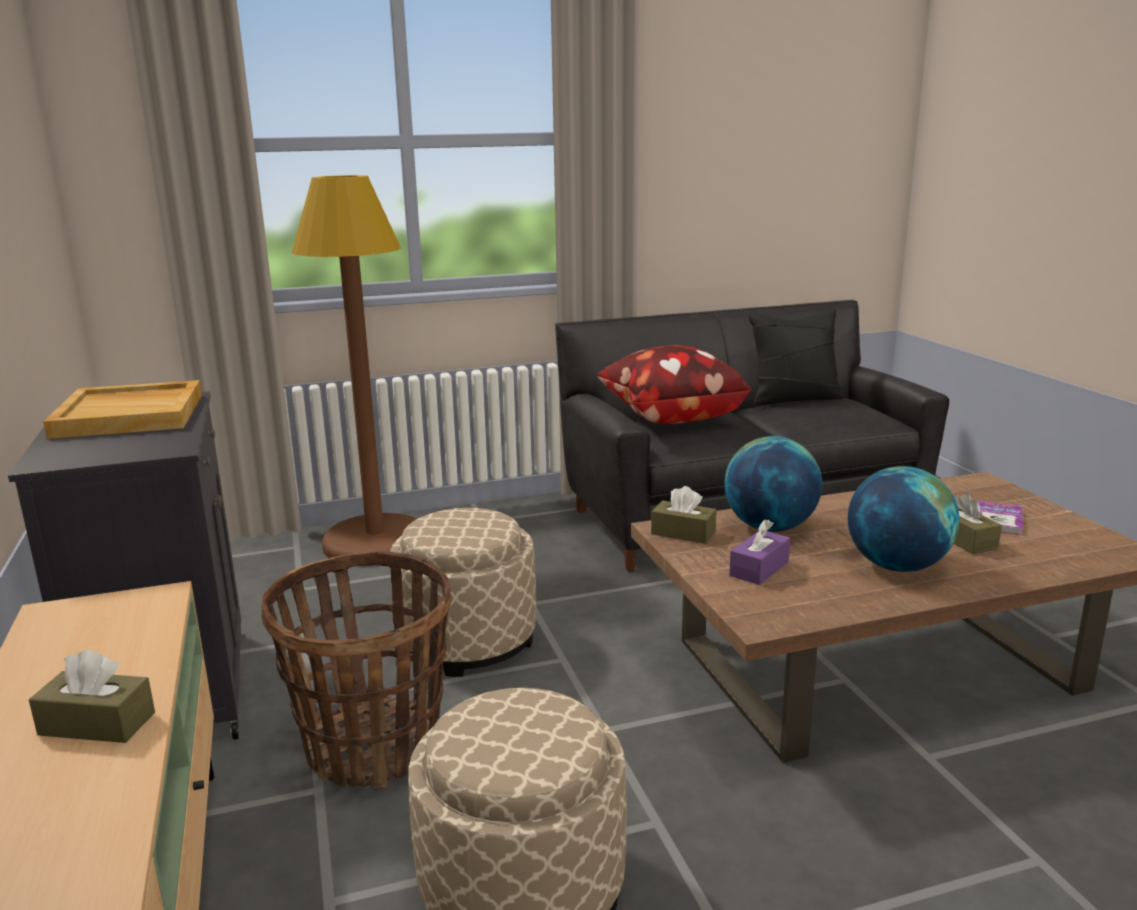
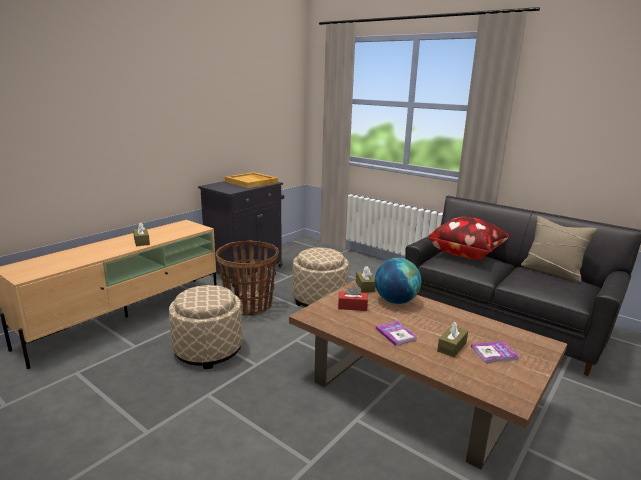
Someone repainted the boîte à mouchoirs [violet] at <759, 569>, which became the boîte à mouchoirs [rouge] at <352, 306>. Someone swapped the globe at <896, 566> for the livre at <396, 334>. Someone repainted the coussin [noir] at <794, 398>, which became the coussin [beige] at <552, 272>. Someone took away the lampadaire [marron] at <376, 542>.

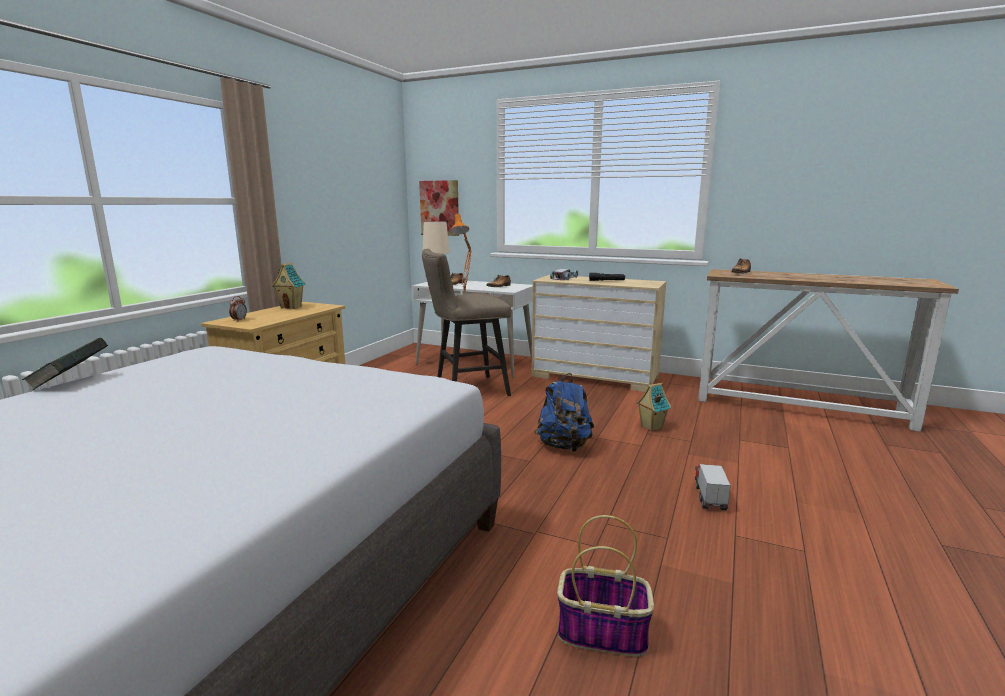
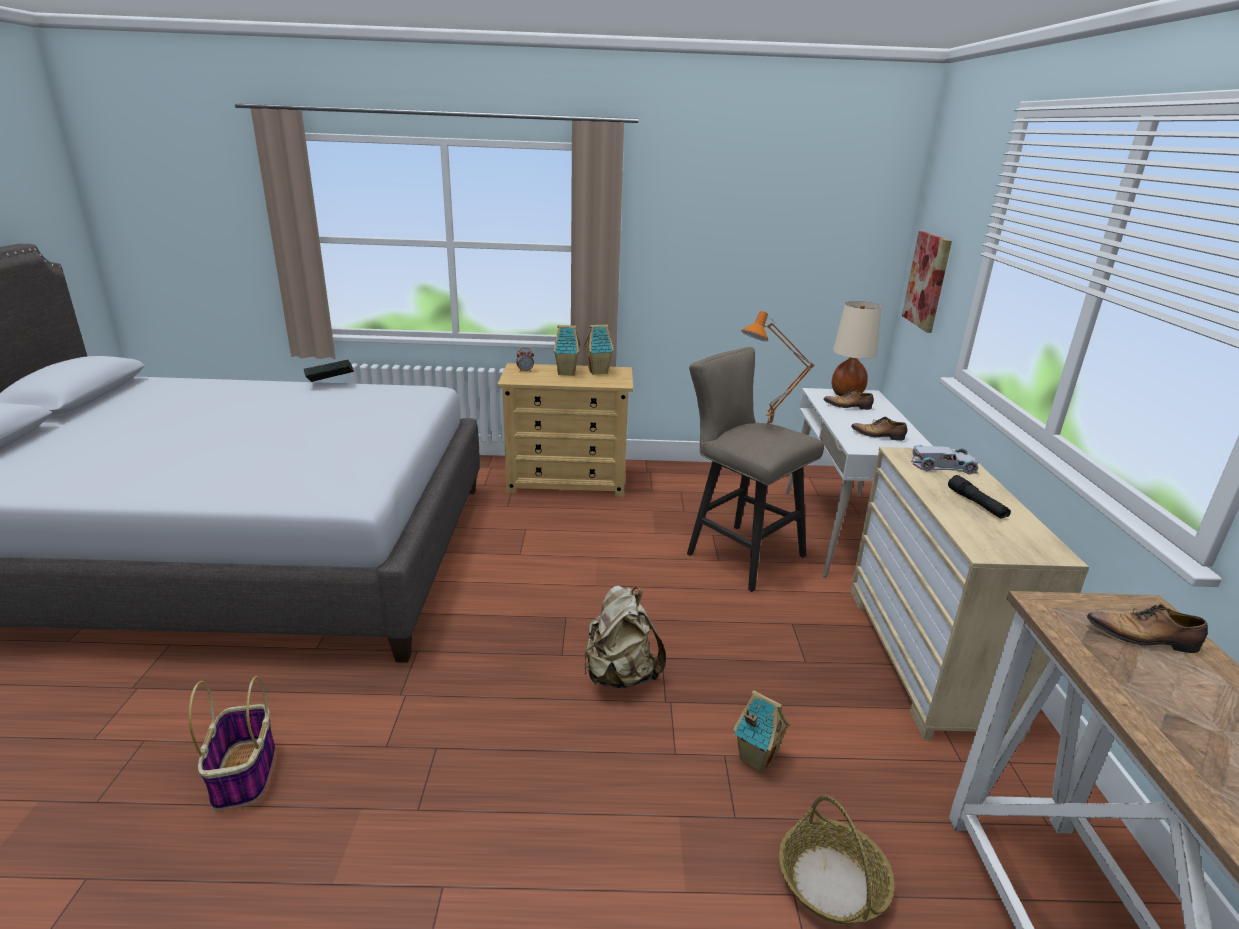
Someone put down the maison miniature at <567, 373>. Someone repainted the sac à dos [bleu] at <564, 446>, which became the sac à dos [beige] at <620, 675>. Someone put down the panier at <832, 882>. Someone took away the camion jouet at <709, 497>.

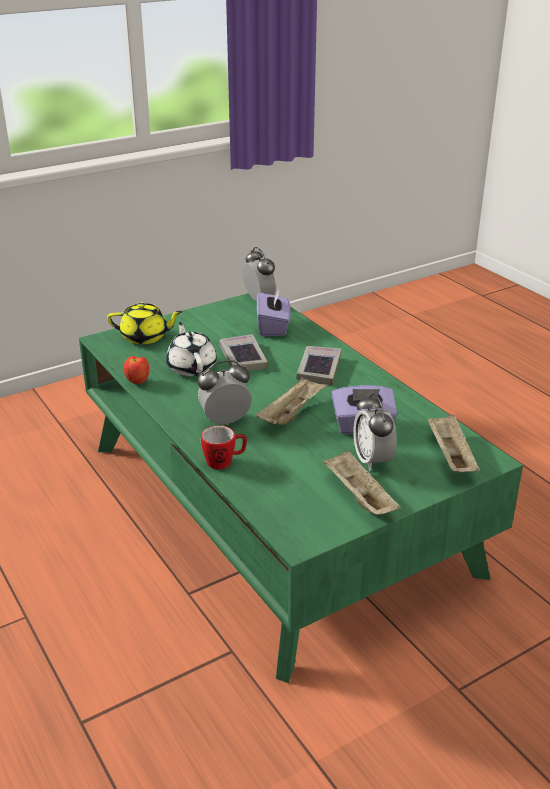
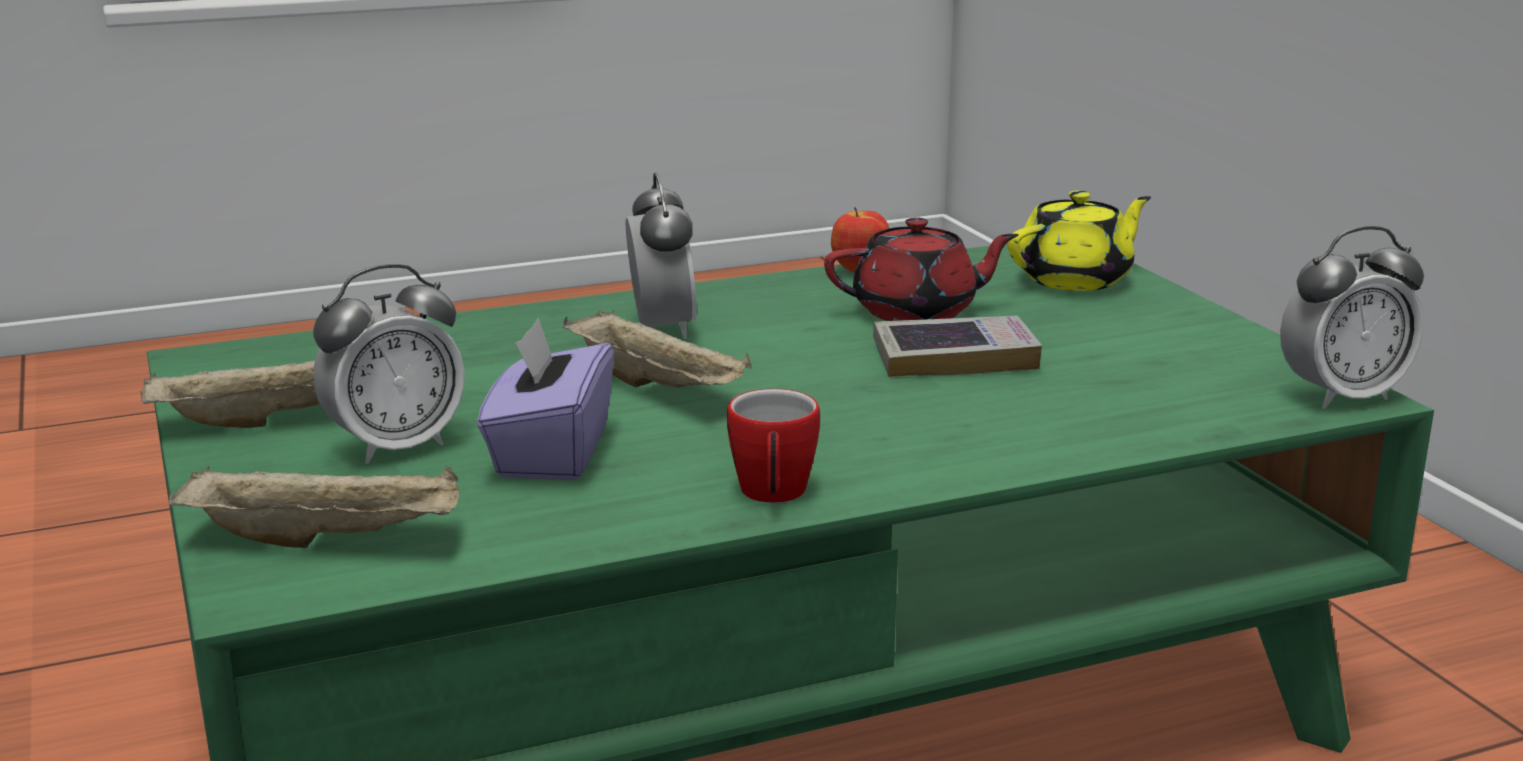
Someone rotated the réveil at <372, 460> by 150 degrees clockwise. Someone carried the mug from <224, 462> to <773, 496>. Someone repainted the théière [blanc] at <191, 367>, which became the théière [rouge] at <917, 311>. Someone rotated the théière [jaune] at <145, 337> by 135 degrees counterclockwise. Someone took away the boîte à mouchoirs [violet] at <273, 327>. Someone took away the livre at <318, 369>.

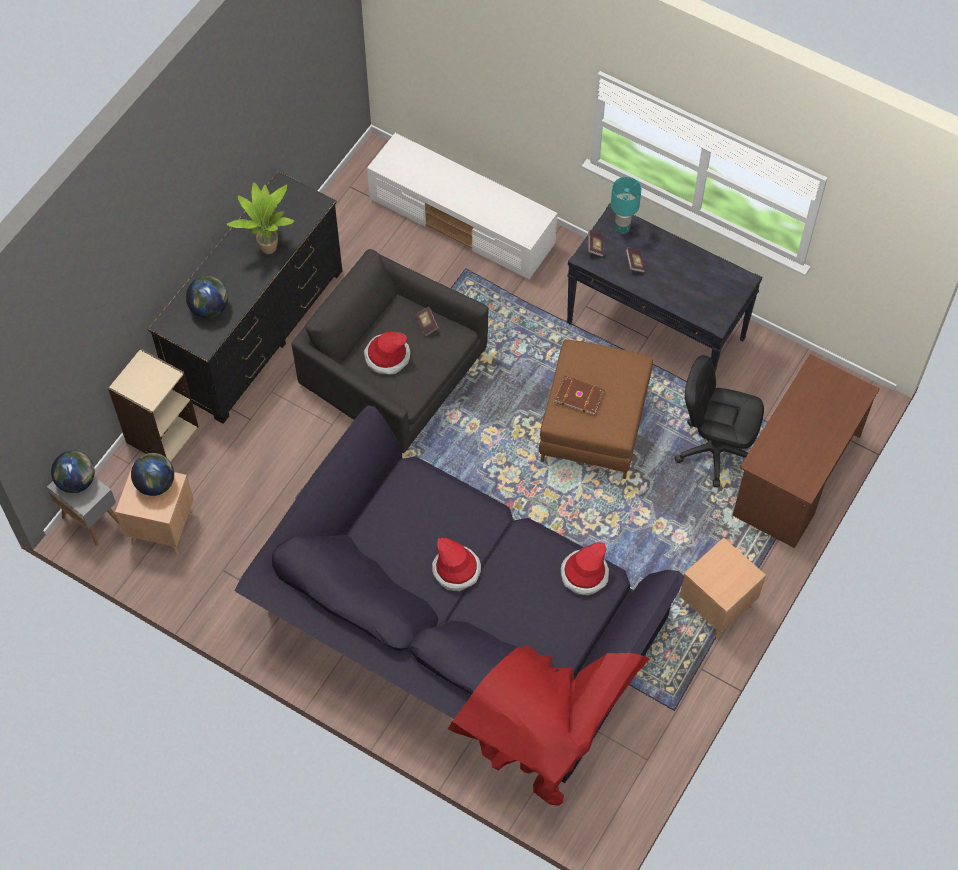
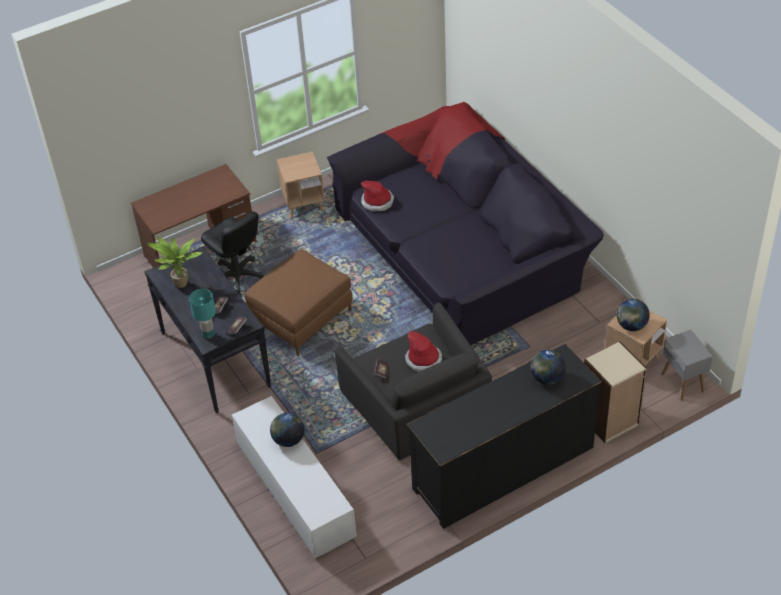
Someone carried the plante en pot from <268, 246> to <181, 286>. Someone carried the globe from <77, 481> to <288, 440>. Someone took away the chapeau at <456, 570>. Someone took away the livre [marron] at <579, 395>.

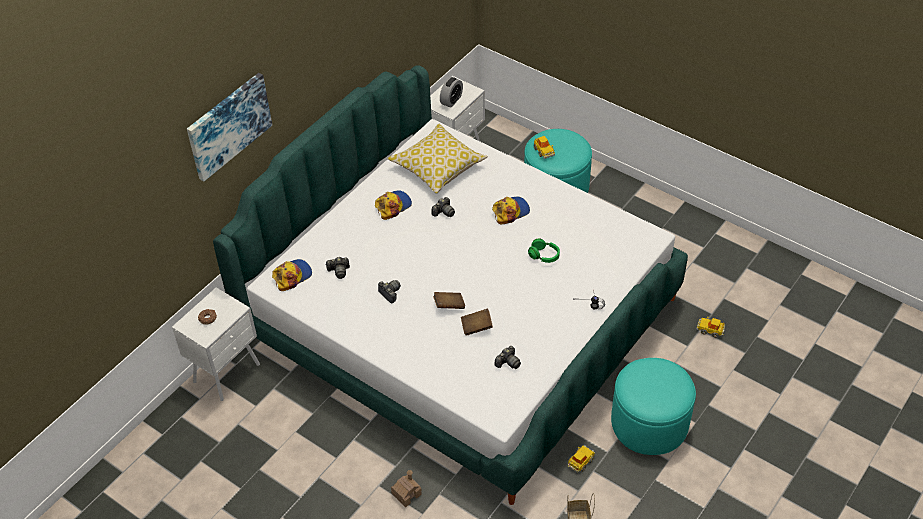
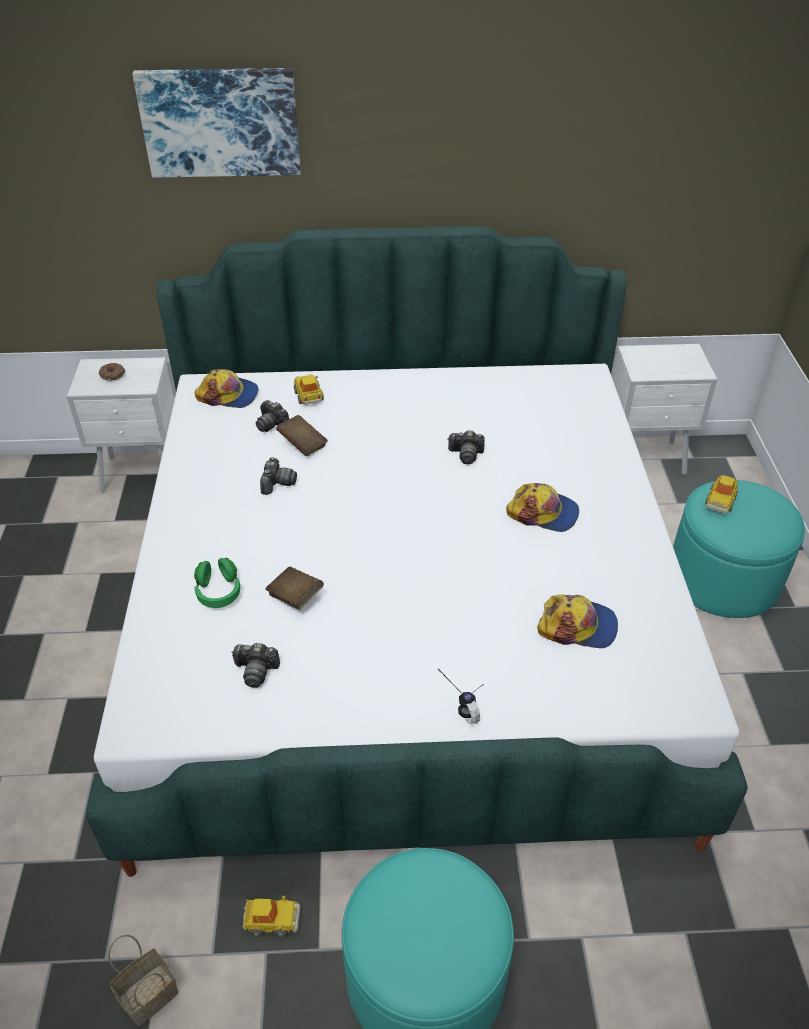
Someone carried the casque audio [vert] from <544, 256> to <218, 592>. Someone carried the livre [marron] from <449, 305> to <303, 445>. Someone carried the petite voiture from <710, 330> to <308, 395>. Someone carried the casquette from <393, 206> to <577, 626>. Someone took away the coussin at <438, 167>. Someone took away the maison miniature at <406, 494>. Someone took away the réveil at <451, 100>.

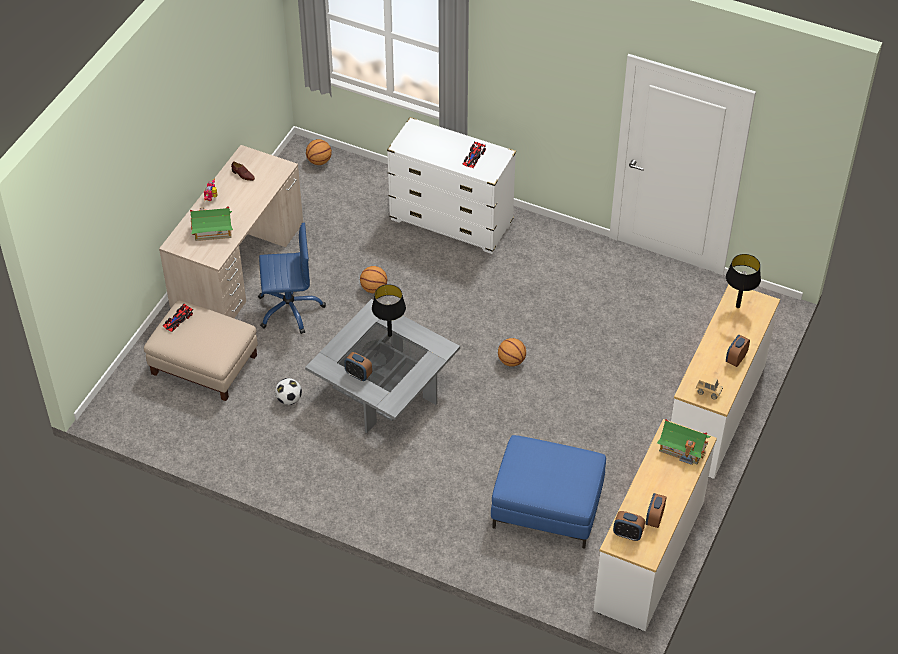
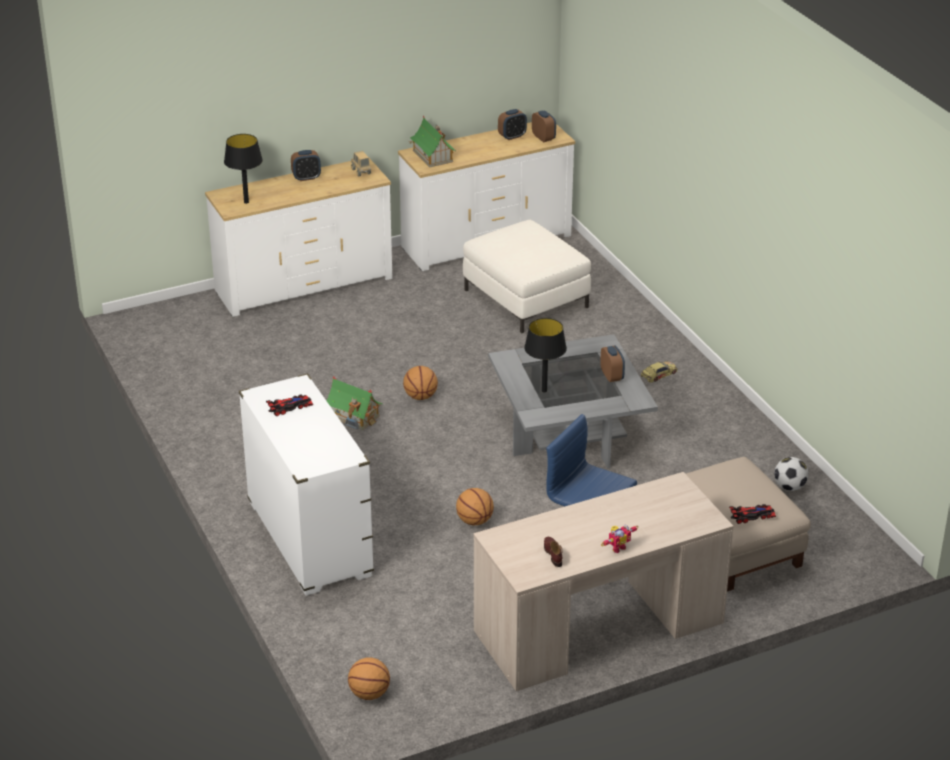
Someone carried the maison miniature from <212, 230> to <353, 416>. Someone repainted the pouf [bleu] at <547, 506>, which became the pouf [blanc] at <526, 299>. Someone put down the petite voiture at <659, 374>. Someone carried the ballon de foot from <289, 399> to <789, 487>.

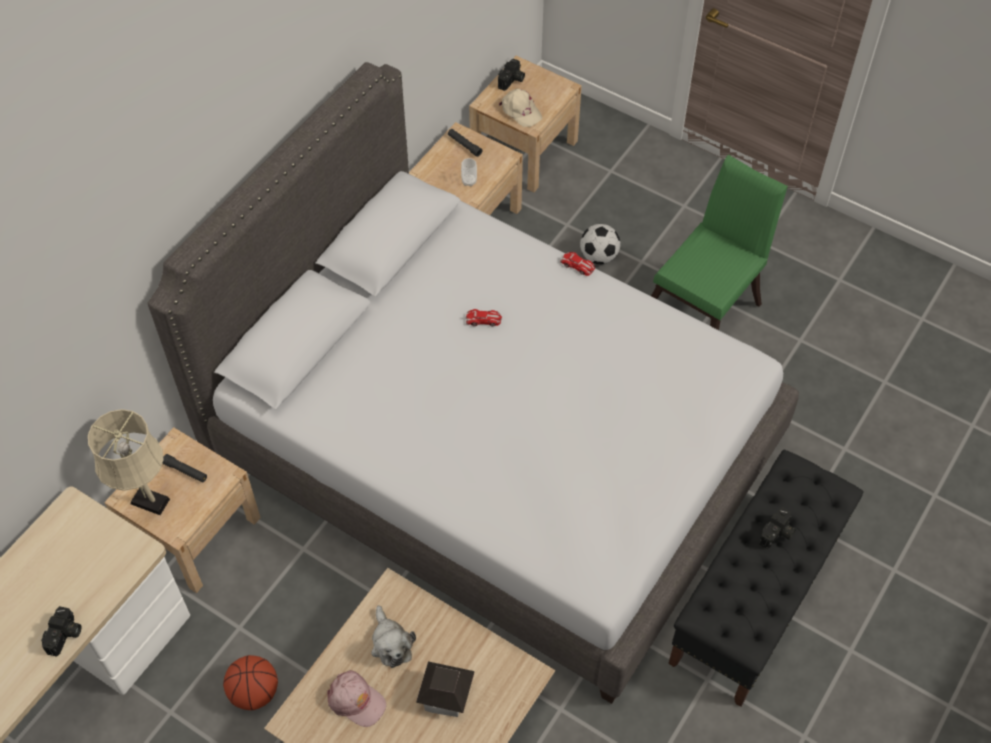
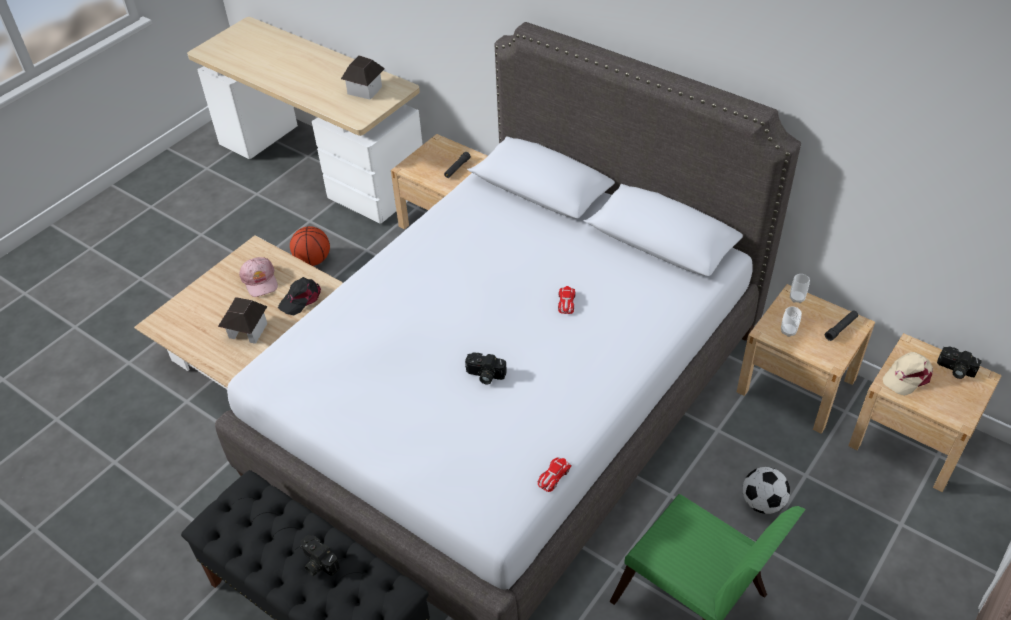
Someone rotated the casquette [rose] at <356, 701> by 60 degrees counterclockwise. Someone swapped the peluche at <391, 643> for the casquette [noir] at <301, 299>. Someone put down the maison miniature at <365, 90>. Someone carried the appareil photo from <65, 636> to <484, 375>. Someone carried the petite voiture from <578, 265> to <553, 476>. Someone put down the tasse at <797, 298>. Someone took away the lampe de table [beige] at <146, 500>.

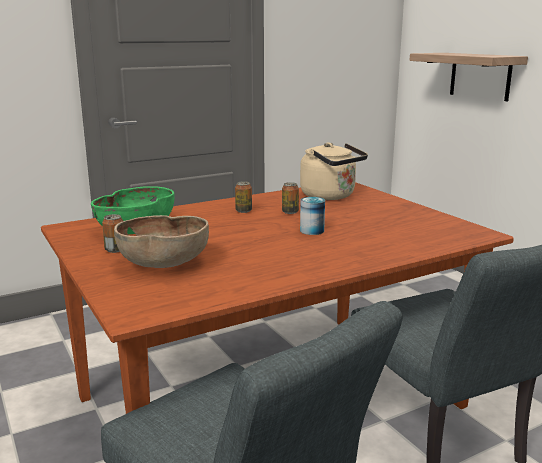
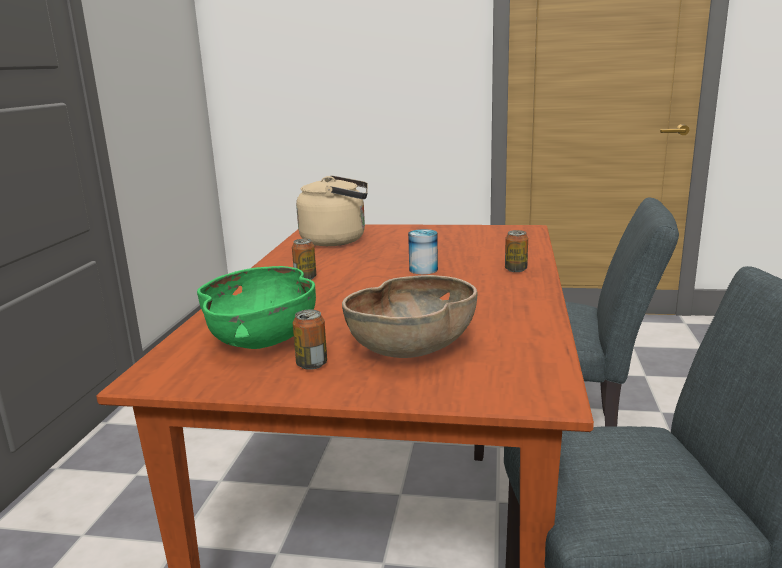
Someone carried the boîte métallique from <290, 212> to <516, 269>. Someone took away the étagère at <480, 76>.

